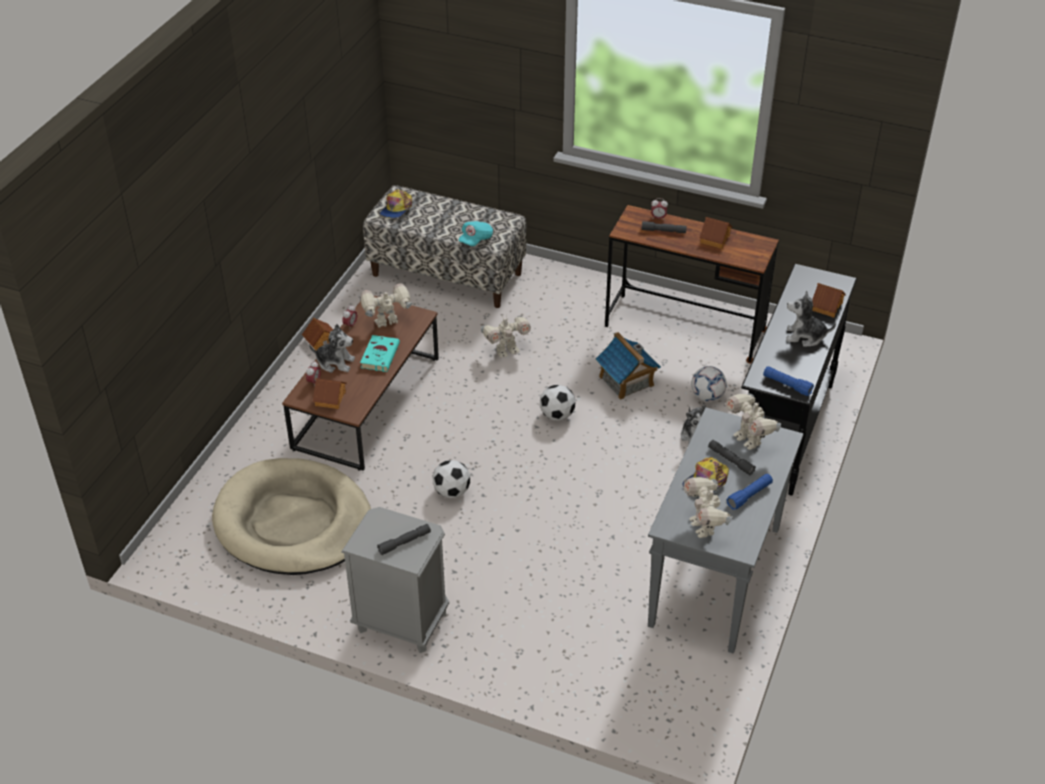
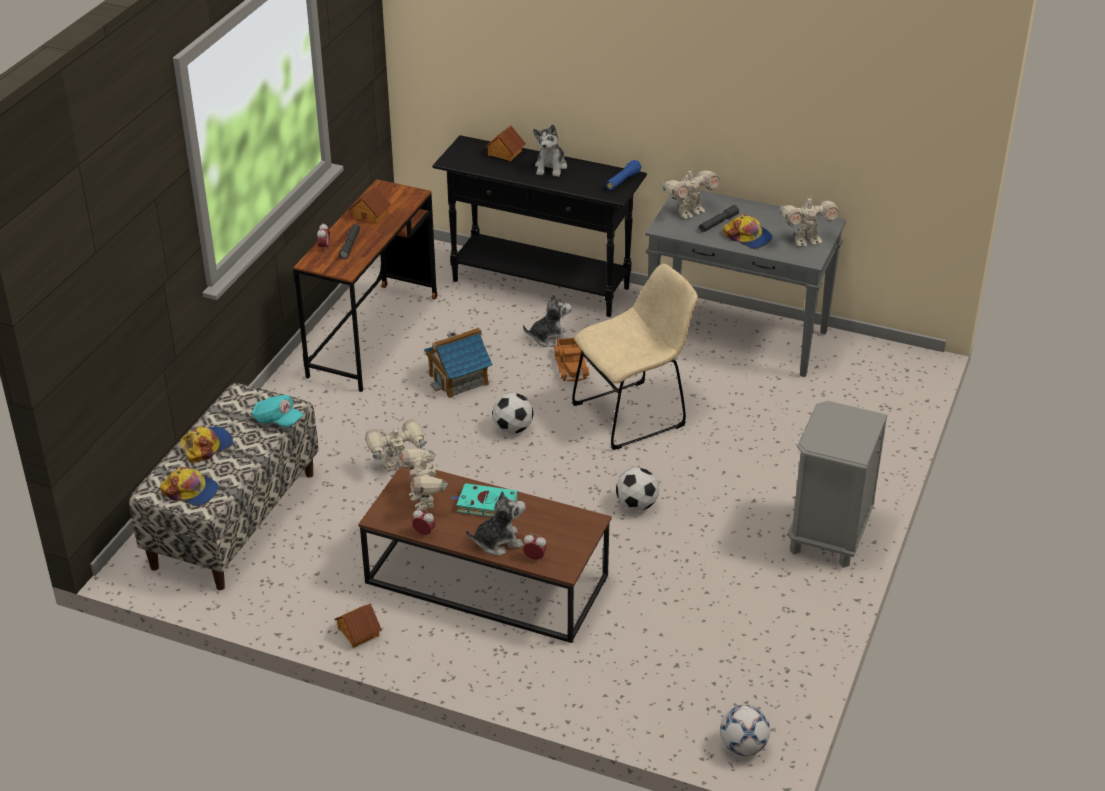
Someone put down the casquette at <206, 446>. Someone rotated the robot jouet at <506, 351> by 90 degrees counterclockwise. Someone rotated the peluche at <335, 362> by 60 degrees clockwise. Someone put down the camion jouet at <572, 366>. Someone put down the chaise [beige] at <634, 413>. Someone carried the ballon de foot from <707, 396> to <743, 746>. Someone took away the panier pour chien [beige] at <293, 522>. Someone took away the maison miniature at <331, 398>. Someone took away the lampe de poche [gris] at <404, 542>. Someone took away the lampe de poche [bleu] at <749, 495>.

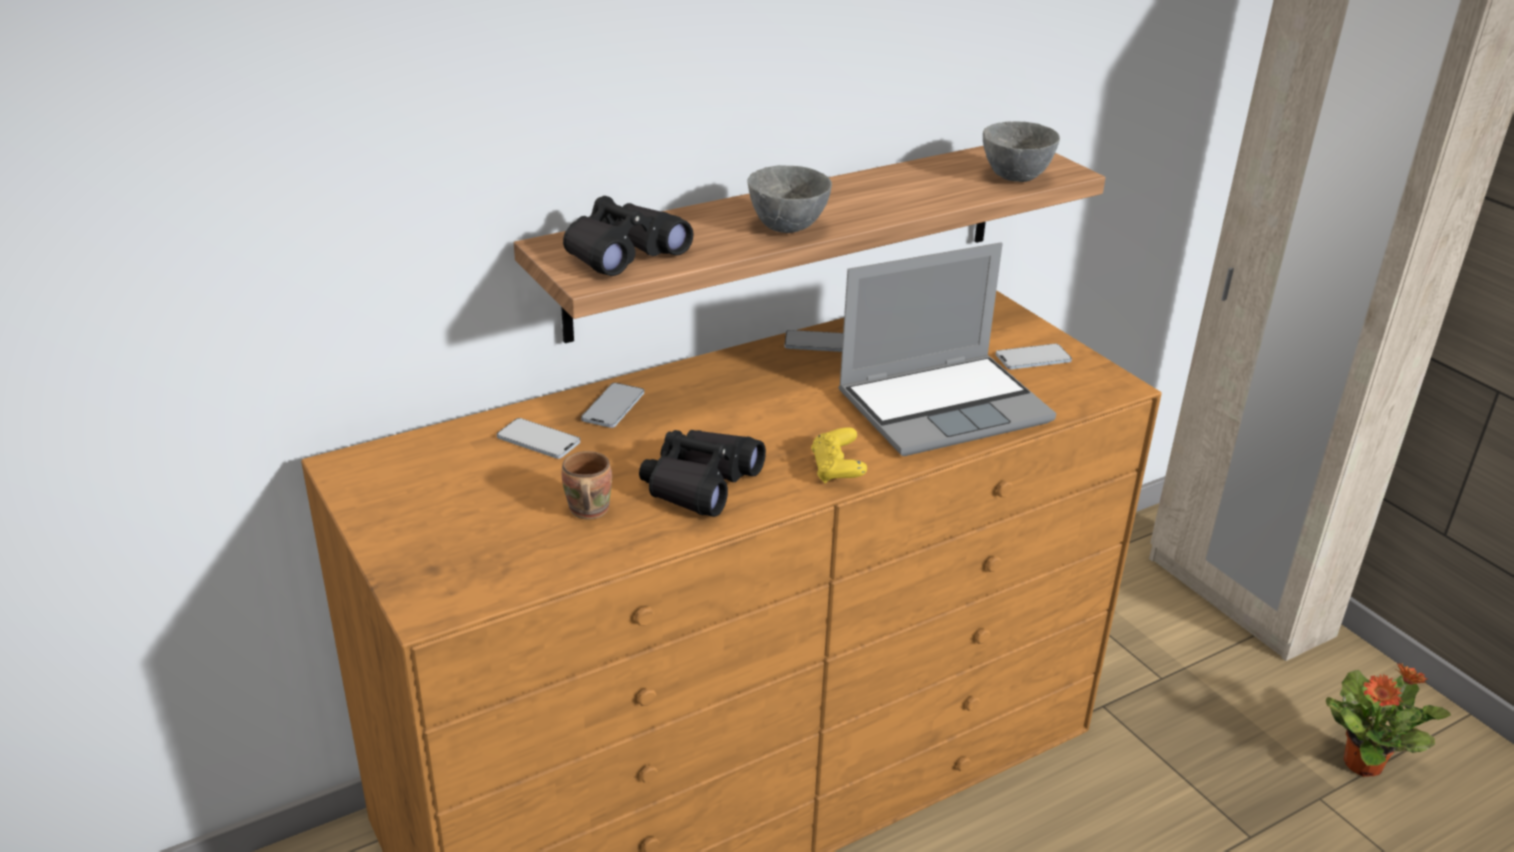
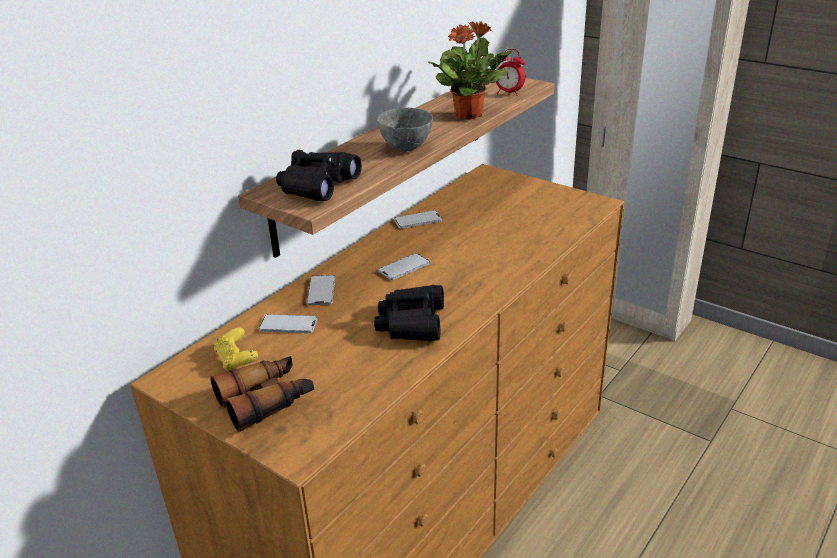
Someone put down the jumelles at <266, 400>. Someone carried the manette [jaune] from <837, 470> to <236, 360>. Someone carried the téléphone from <1033, 358> to <404, 267>. Someone carried the plante en pot from <1363, 763> to <469, 115>. Someone swapped the bol [gris] at <1017, 178> for the réveil at <509, 93>. Someone took away the mug [marron] at <586, 511>. Someone took away the ordinateur portable at <944, 406>.

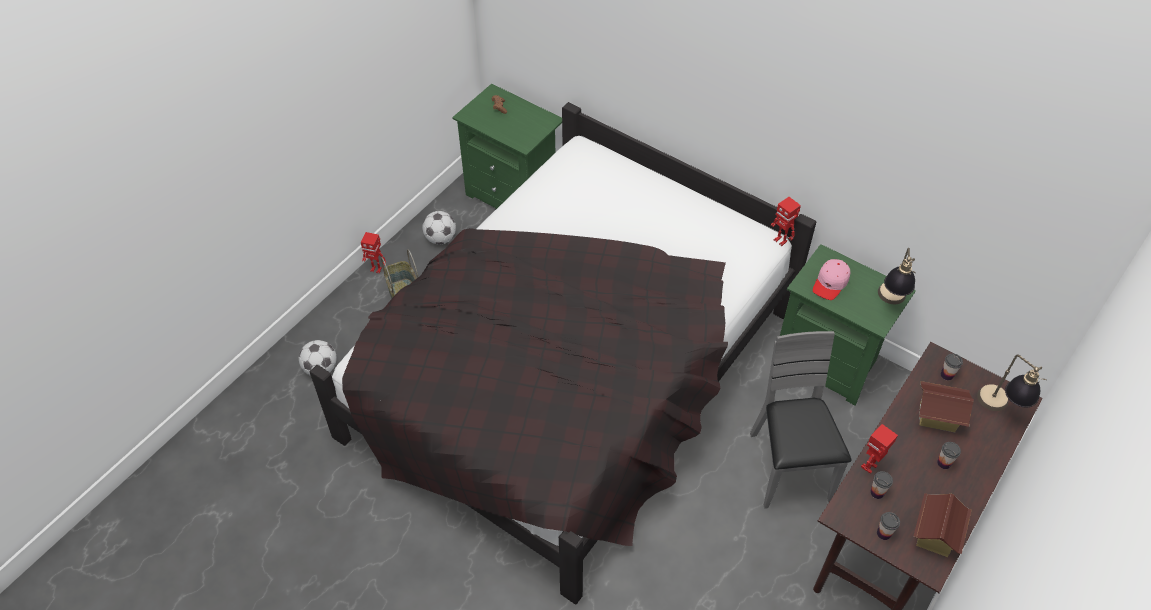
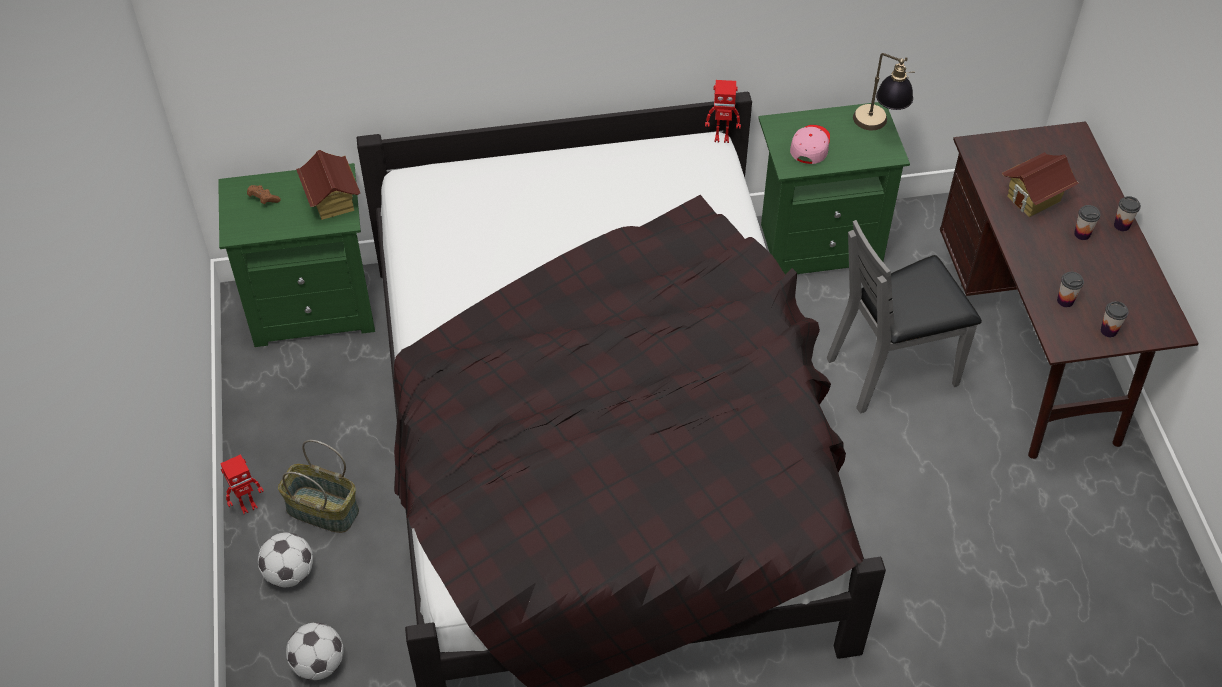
Someone carried the ballon de foot from <440, 238> to <290, 573>. Someone carried the maison miniature from <934, 535> to <332, 201>. Someone rotated the casquette [rose] at <830, 283> by 150 degrees counterclockwise. Someone rotated the chaise [gris] at <788, 468> by 60 degrees counterclockwise. Someone carried the tasse from <947, 375> to <1121, 225>. Someone took away the robot jouet at <870, 467>. Someone took away the lampe de table at <999, 409>.

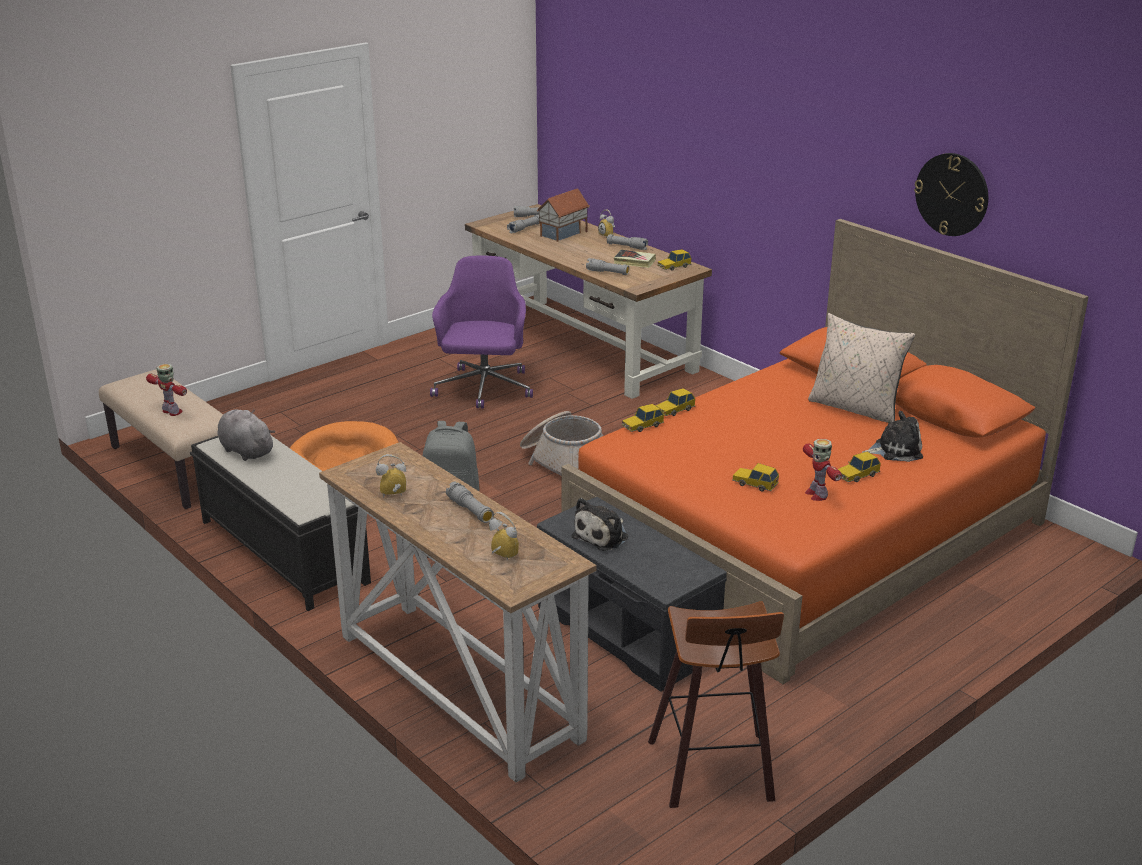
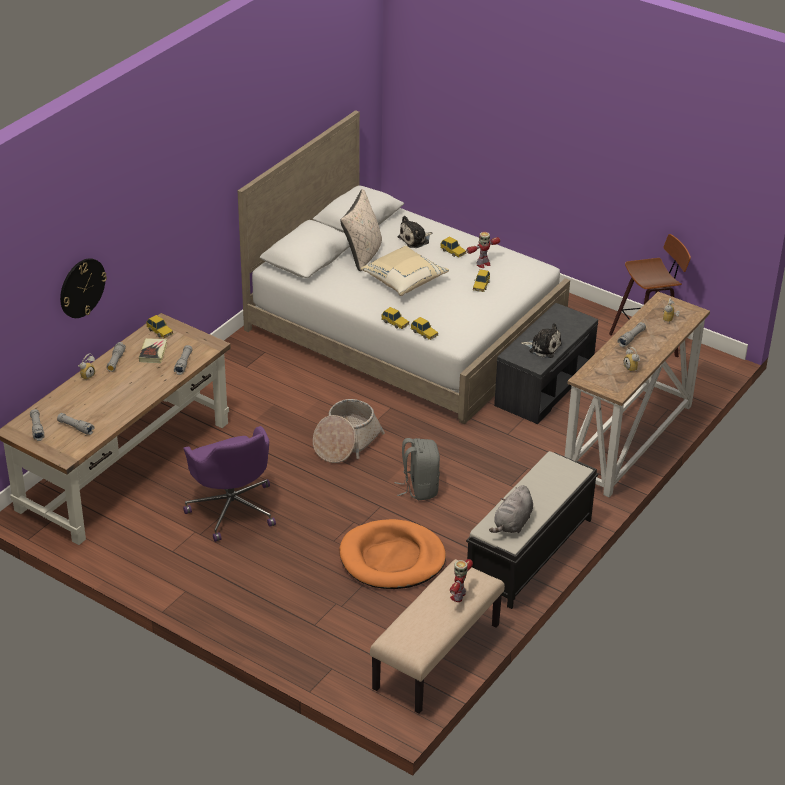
Someone carried the horloge murale from <952, 194> to <82, 288>. Someone rotated the chaise de bureau [violet] at <484, 389> by 105 degrees counterclockwise. Someone repainted the lit [orange] at <807, 534>, which became the lit [blanc] at <405, 328>. Someone put down the coussin [beige] at <403, 281>. Someone rotated the peluche at <895, 450> by 105 degrees counterclockwise. Someone took away the maison miniature at <564, 234>.

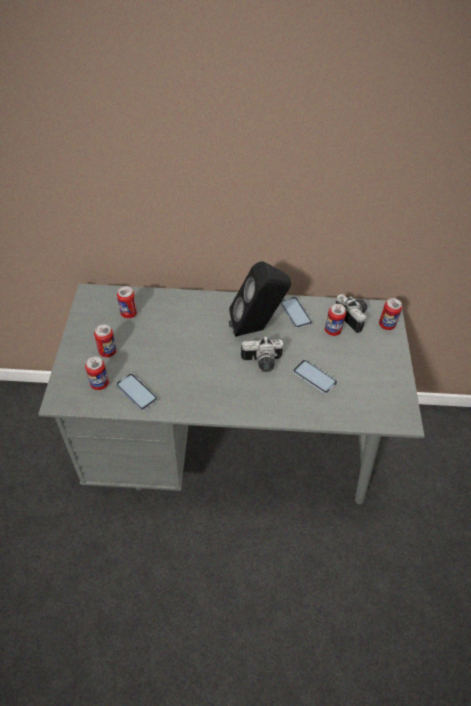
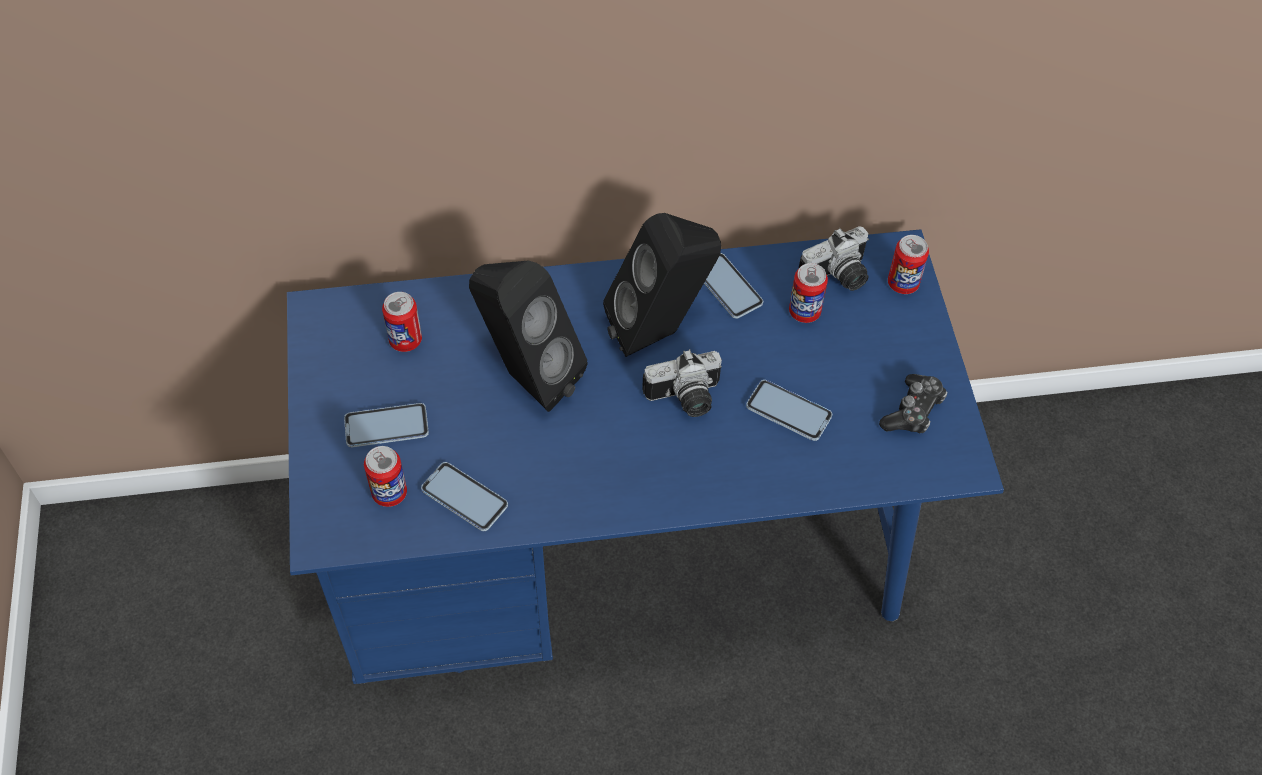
Someone repainted the bureau [gris] at <231, 453>, which became the bureau [bleu] at <626, 566>. Someone swapped the boîte métallique at <107, 352> for the téléphone at <386, 426>. Someone put down the enceinte [noir] at <527, 376>. Someone rotated the appareil photo at <353, 317> by 105 degrees clockwise. Someone put down the manette at <913, 411>.

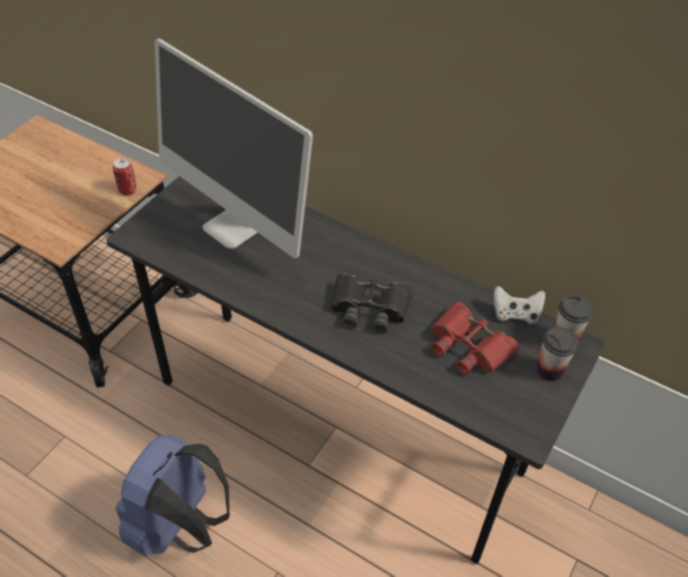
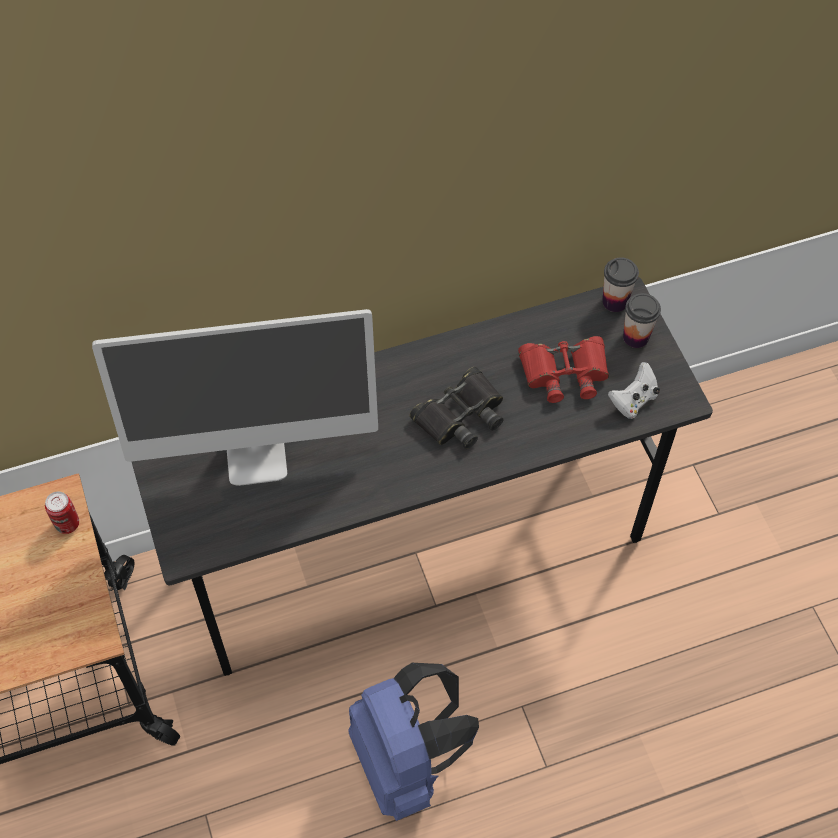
Someone carried the manette [blanc] from <515, 314> to <633, 400>.

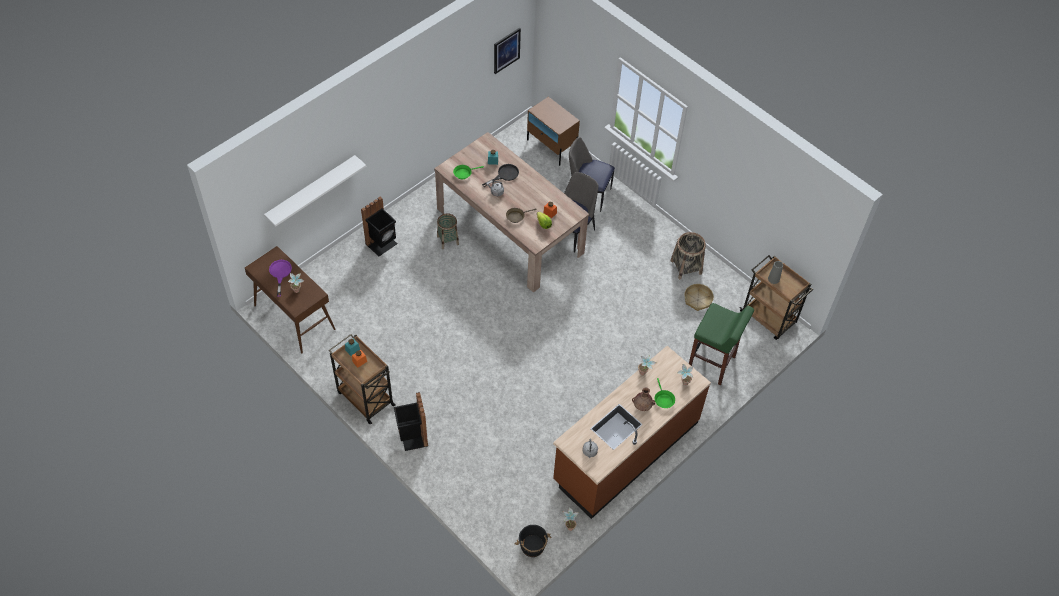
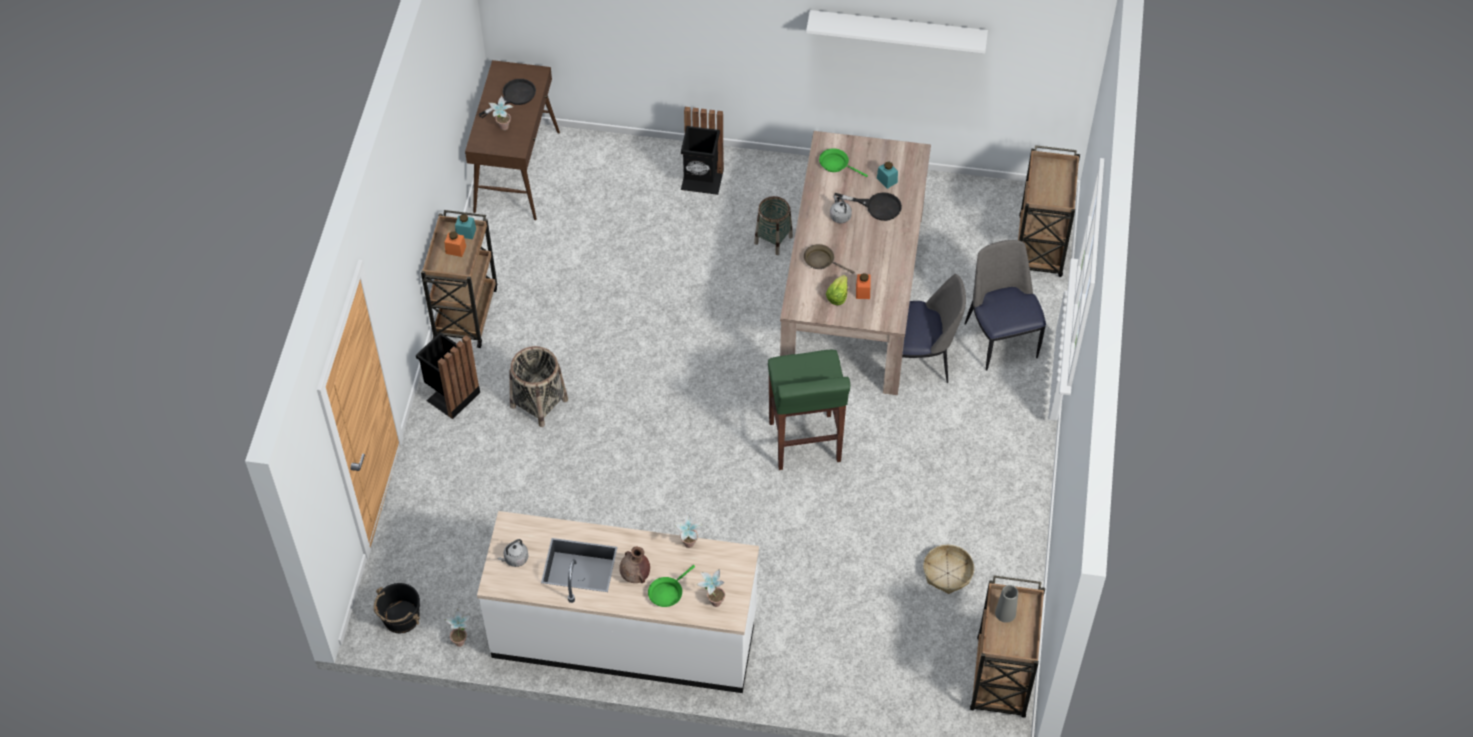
Someone repainted the comptoir de cuisine [marron] at <625, 451>, which became the comptoir de cuisine [blanc] at <624, 635>. Someone repainted the poêle [violet] at <280, 273>, which became the poêle [noir] at <513, 96>. Someone carried the panier from <686, 267> to <539, 403>. Someone carried the tabouret [vert] from <712, 364> to <804, 443>. Someone carried the étagère [blanc] from <311, 190> to <897, 31>. Someone swapped the table de chevet [marron] at <551, 146> for the chariot [marron] at <1040, 248>. Someone took away the tableau at <506, 50>.

